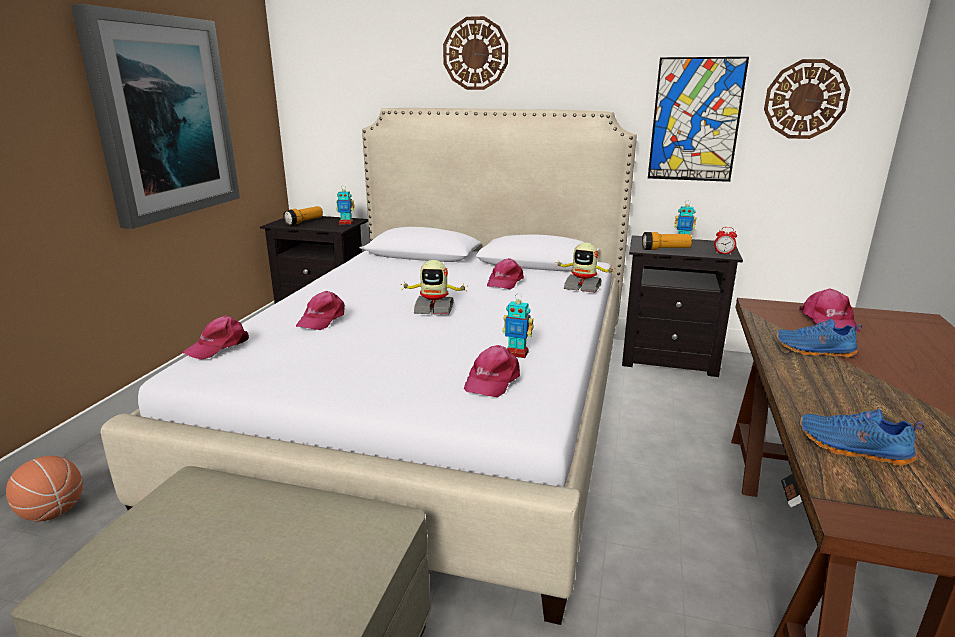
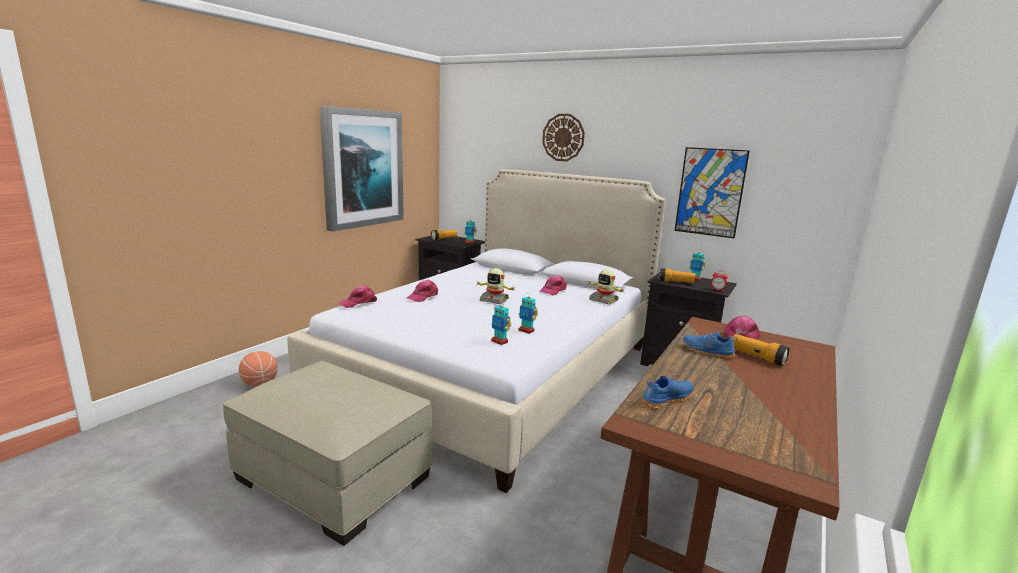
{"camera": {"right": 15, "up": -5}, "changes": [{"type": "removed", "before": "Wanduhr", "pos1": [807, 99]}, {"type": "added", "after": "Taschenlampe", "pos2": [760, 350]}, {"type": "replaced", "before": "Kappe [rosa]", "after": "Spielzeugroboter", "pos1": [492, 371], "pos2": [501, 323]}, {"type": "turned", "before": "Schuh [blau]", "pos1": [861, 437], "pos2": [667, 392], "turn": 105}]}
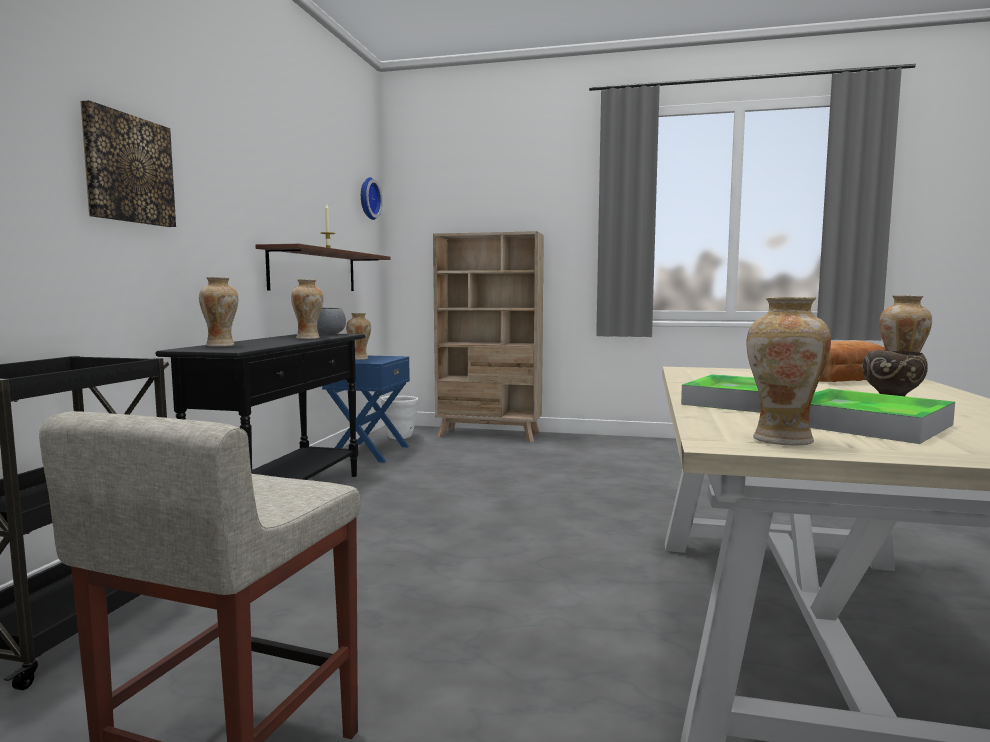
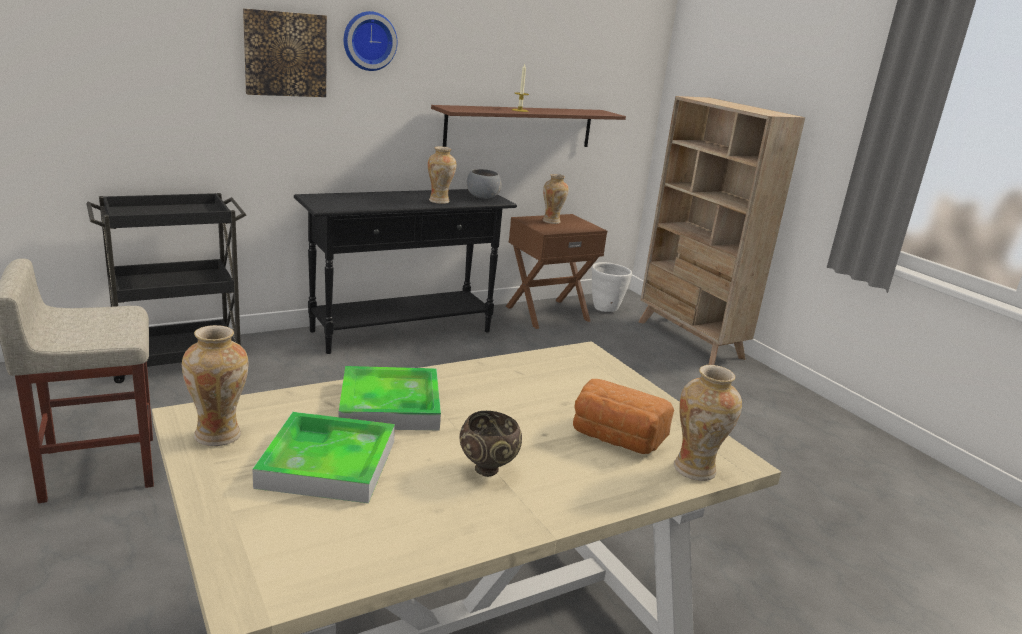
{"camera": {"right": 45, "up": 15}, "changes": [{"type": "removed", "before": "Vase", "pos1": [218, 312]}, {"type": "moved", "before": "Wanduhr", "pos1": [372, 198], "pos2": [370, 41]}, {"type": "recoloured", "before": "Nachttisch [blau]", "after": "Nachttisch [braun]", "pos1": [366, 409], "pos2": [556, 271]}]}
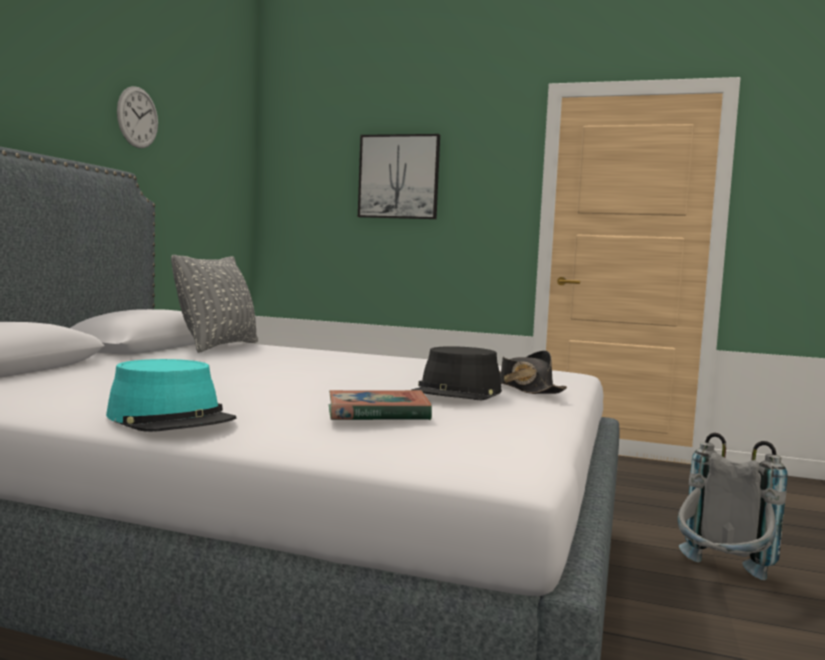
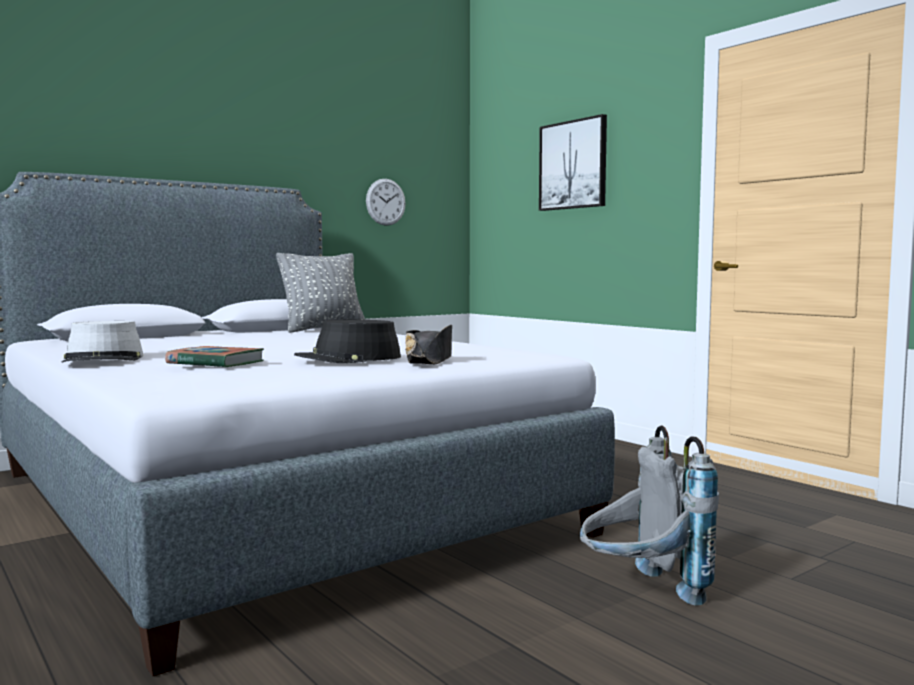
{"camera": {"right": 35, "up": 0}, "changes": [{"type": "moved", "before": "Wanduhr", "pos1": [137, 117], "pos2": [386, 202]}, {"type": "recoloured", "before": "Hut [türkis]", "after": "Hut [grau]", "pos1": [171, 395], "pos2": [102, 342]}]}
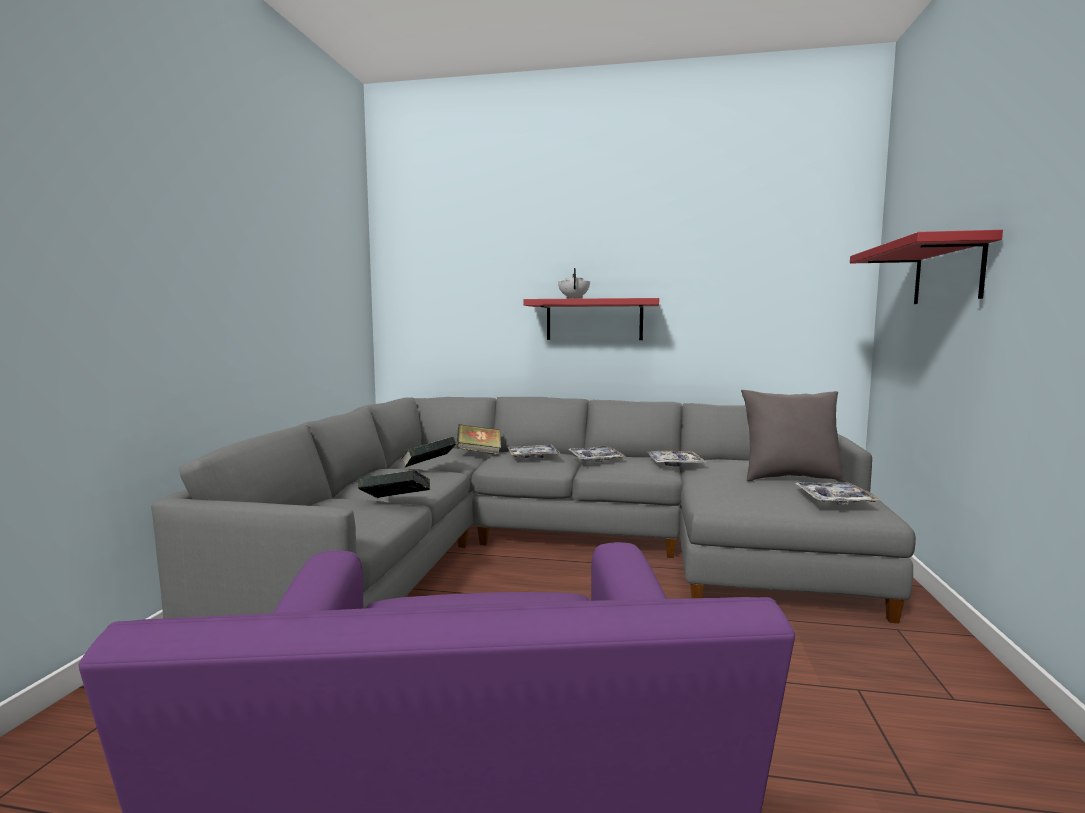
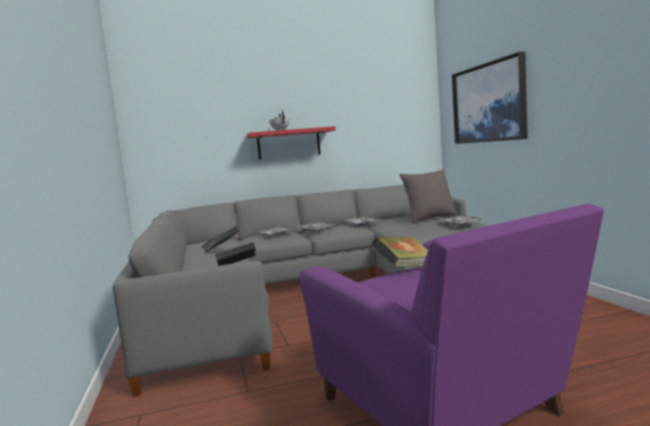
{"camera": {"right": -25, "up": 0}, "changes": [{"type": "moved", "before": "Buch", "pos1": [479, 439], "pos2": [400, 252]}, {"type": "replaced", "before": "Wandregal [rot]", "after": "Bild", "pos1": [926, 267], "pos2": [490, 97]}]}
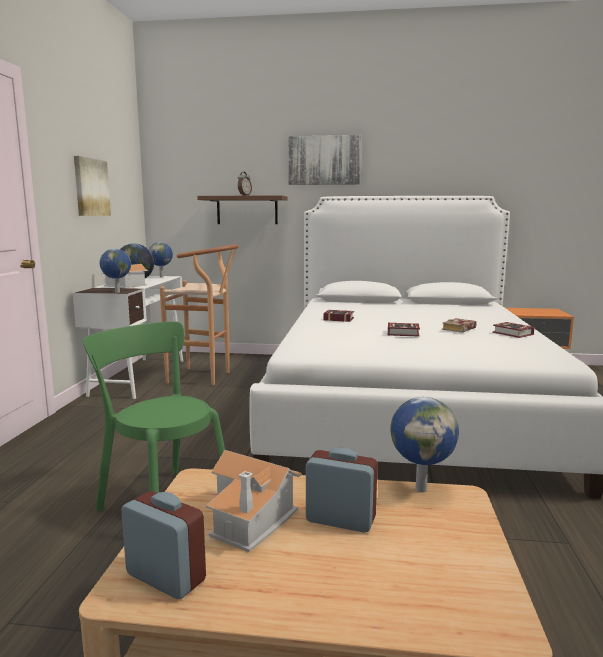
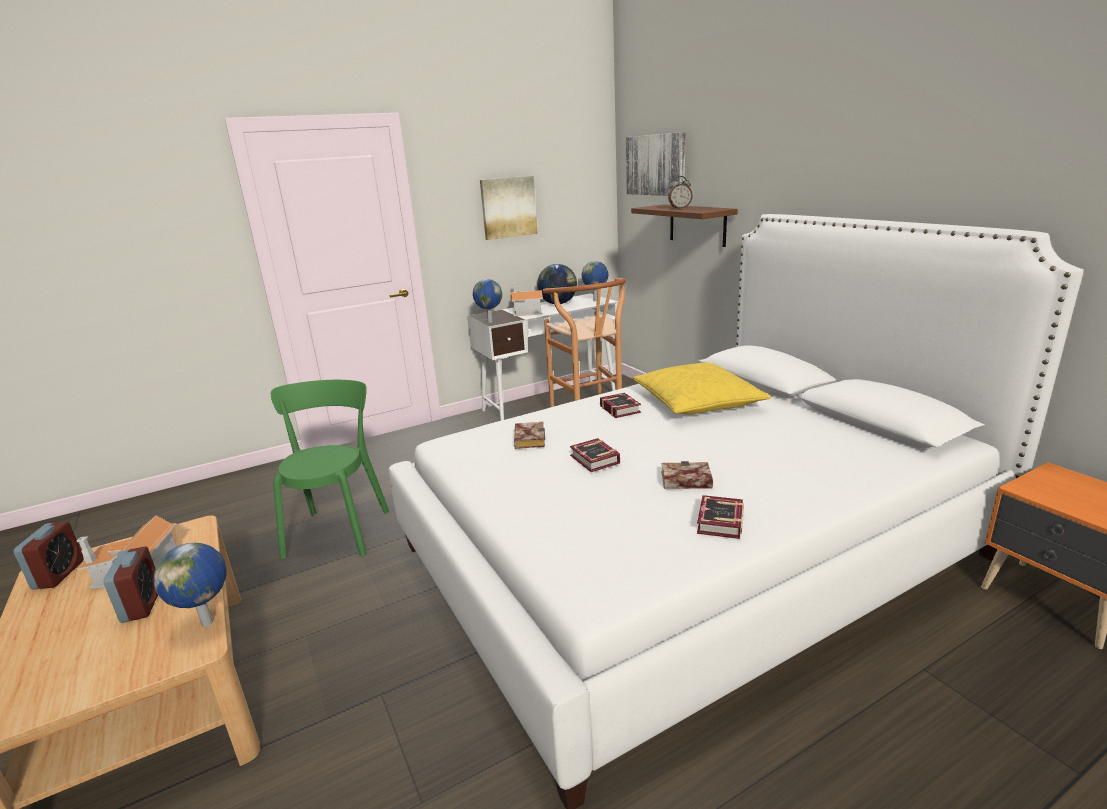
{"camera": {"right": 55, "up": 10}, "changes": [{"type": "added", "after": "Buch", "pos2": [529, 435]}, {"type": "added", "after": "Kissen [gelb]", "pos2": [702, 389]}, {"type": "moved", "before": "Bild", "pos1": [324, 160], "pos2": [656, 164]}]}
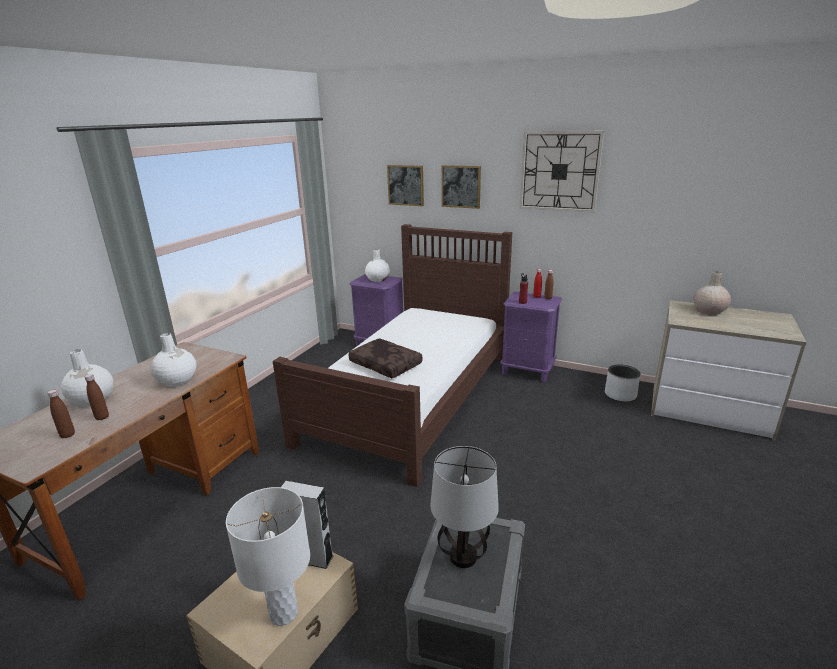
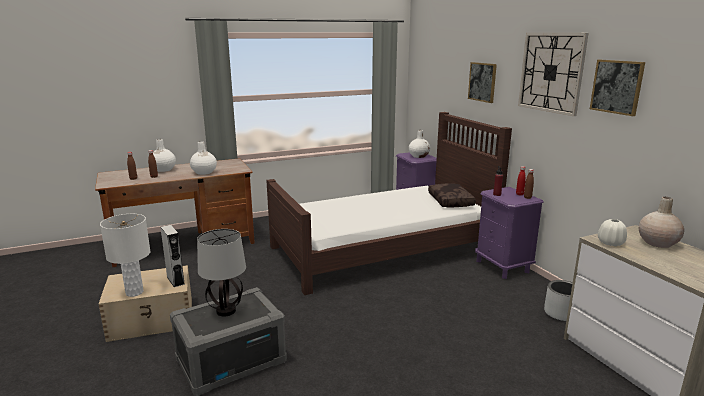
{"camera": {"right": 40, "up": -5}, "changes": [{"type": "added", "after": "Vase [weiß]", "pos2": [612, 232]}, {"type": "moved", "before": "Kissen [braun]", "pos1": [386, 358], "pos2": [452, 195]}, {"type": "moved", "before": "Bild", "pos1": [405, 185], "pos2": [617, 88]}]}
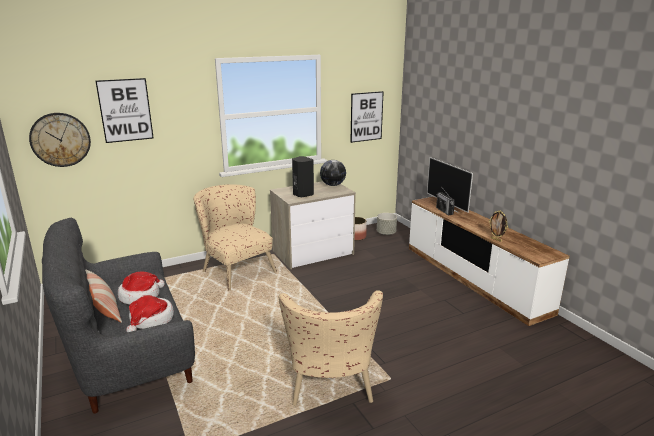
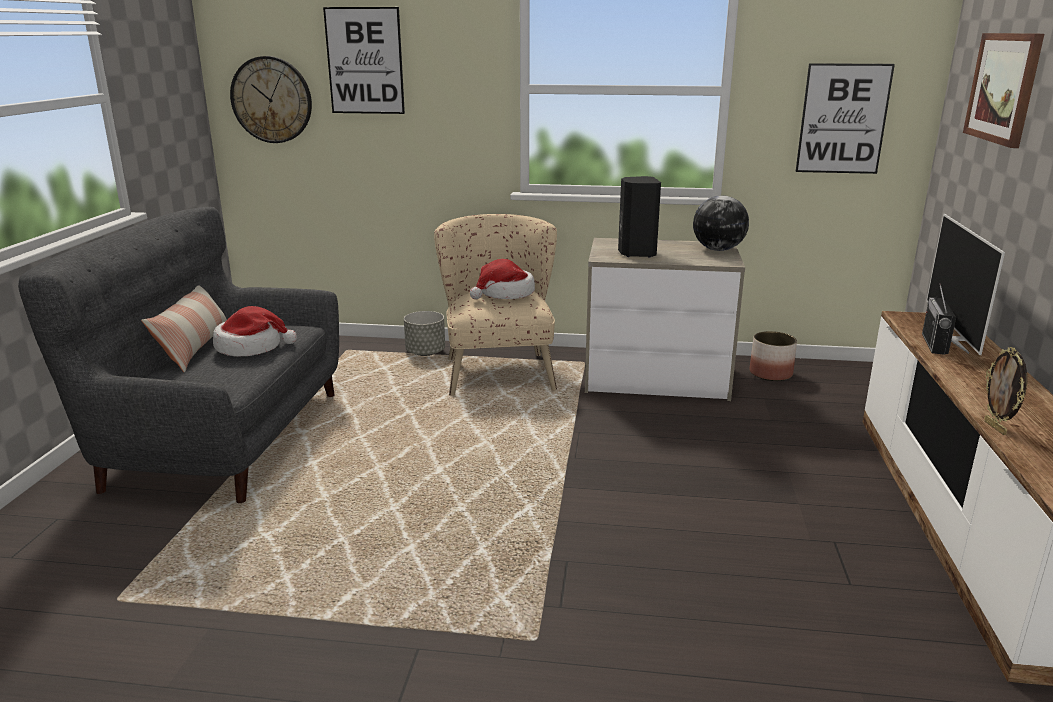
{"camera": {"right": 35, "up": 0}, "changes": [{"type": "removed", "before": "Sessel [beige]", "pos1": [330, 348]}, {"type": "added", "after": "Bild", "pos2": [1003, 90]}, {"type": "moved", "before": "Hut", "pos1": [150, 313], "pos2": [502, 279]}, {"type": "moved", "before": "Pflanzkübel [grau]", "pos1": [387, 224], "pos2": [424, 333]}]}
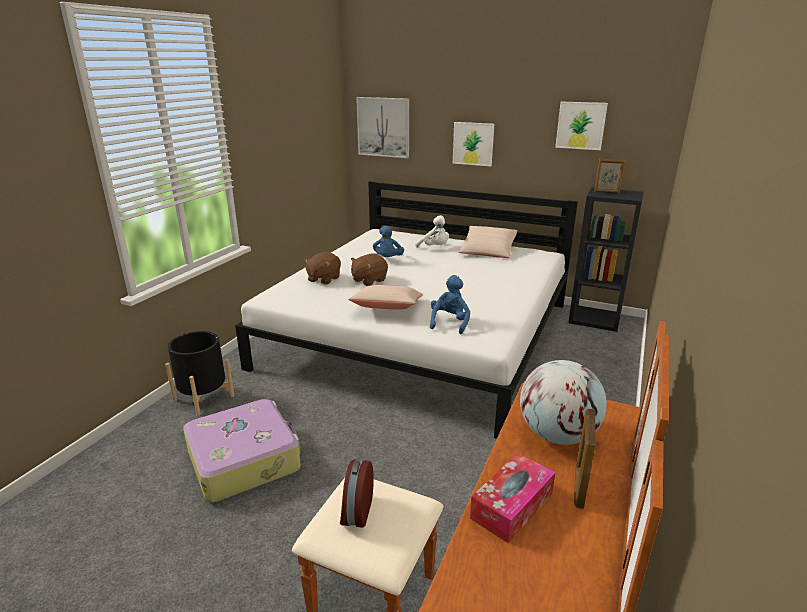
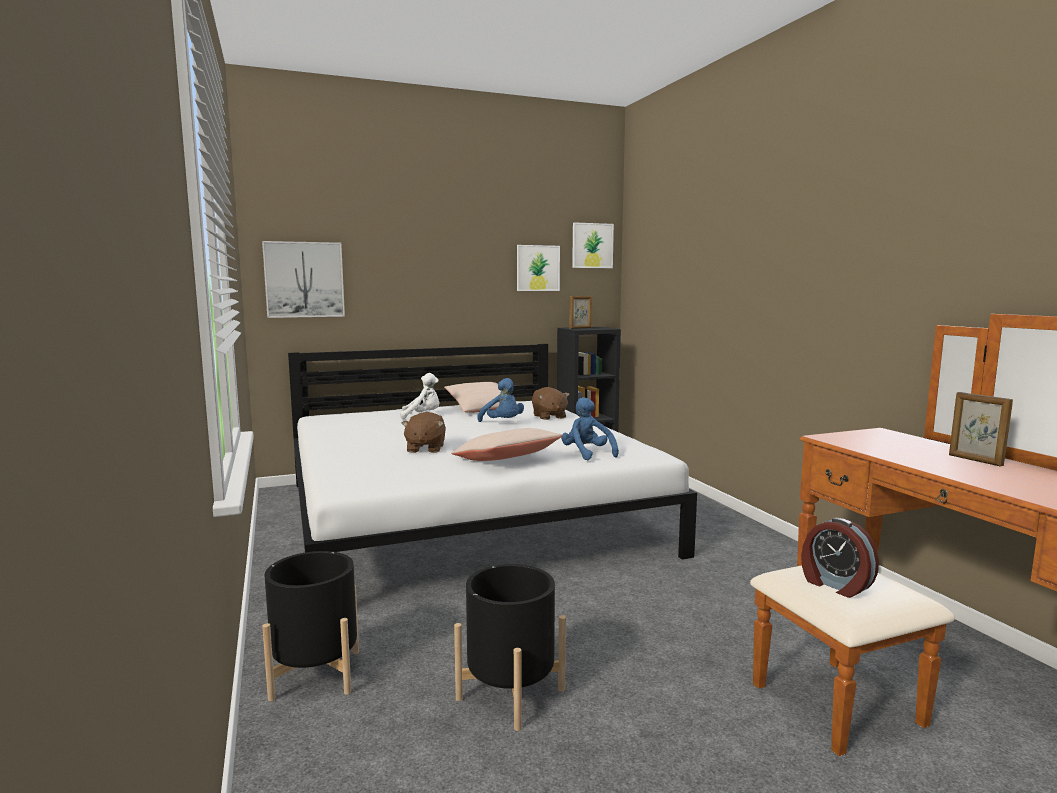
{"camera": {"right": -45, "up": -15}, "changes": [{"type": "removed", "before": "Taschentuchbox", "pos1": [513, 498]}, {"type": "removed", "before": "Globus", "pos1": [563, 402]}, {"type": "moved", "before": "Plüschtier [braun]", "pos1": [322, 268], "pos2": [551, 403]}, {"type": "moved", "before": "Plüschtier [blau]", "pos1": [388, 241], "pos2": [500, 400]}, {"type": "moved", "before": "Bild", "pos1": [473, 144], "pos2": [593, 245]}, {"type": "replaced", "before": "Koffer", "after": "Pflanzkübel [schwarz]", "pos1": [242, 451], "pos2": [510, 647]}]}
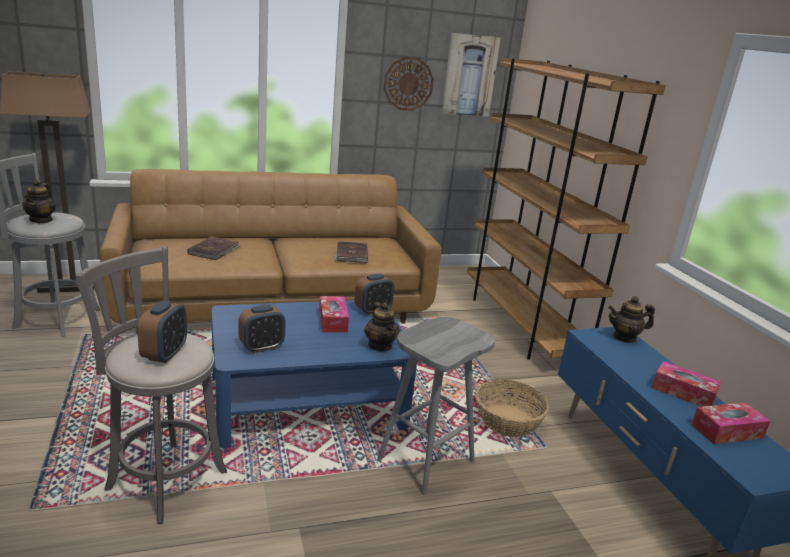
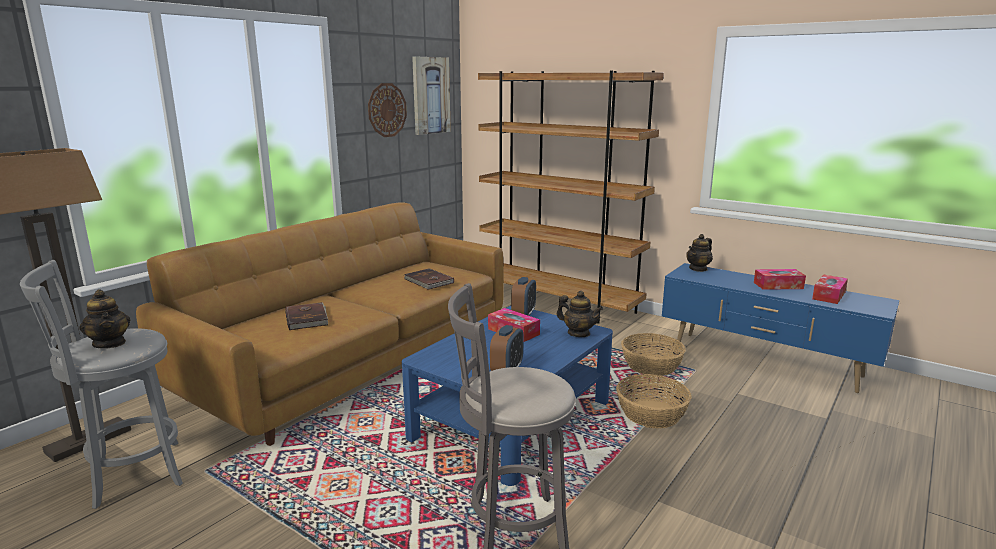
{"camera": {"right": -35, "up": -5}, "changes": [{"type": "removed", "before": "Wecker", "pos1": [162, 332]}, {"type": "replaced", "before": "Hocker [grau]", "after": "Korb", "pos1": [436, 406], "pos2": [654, 401]}]}
